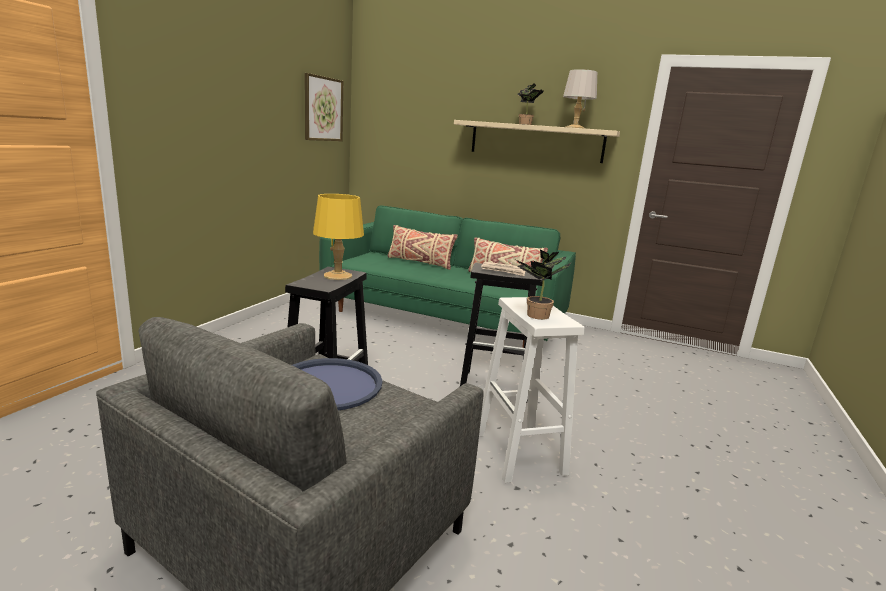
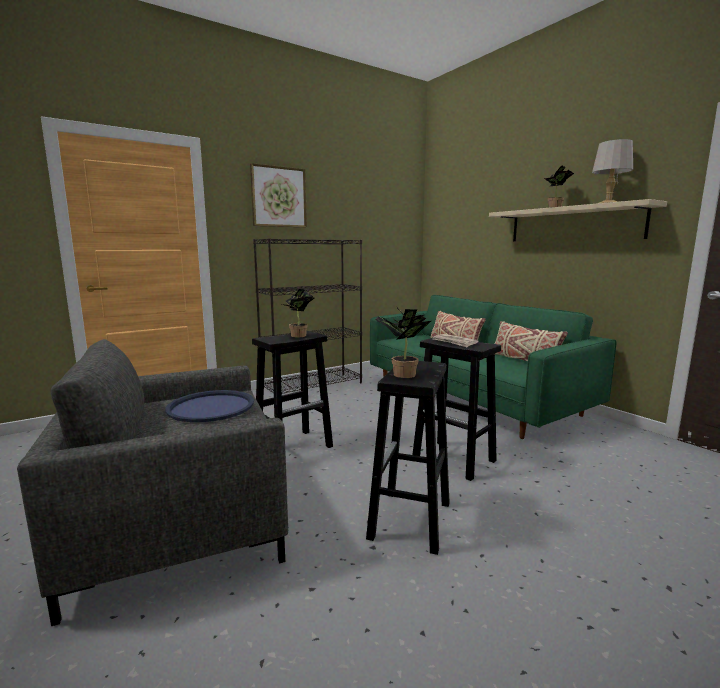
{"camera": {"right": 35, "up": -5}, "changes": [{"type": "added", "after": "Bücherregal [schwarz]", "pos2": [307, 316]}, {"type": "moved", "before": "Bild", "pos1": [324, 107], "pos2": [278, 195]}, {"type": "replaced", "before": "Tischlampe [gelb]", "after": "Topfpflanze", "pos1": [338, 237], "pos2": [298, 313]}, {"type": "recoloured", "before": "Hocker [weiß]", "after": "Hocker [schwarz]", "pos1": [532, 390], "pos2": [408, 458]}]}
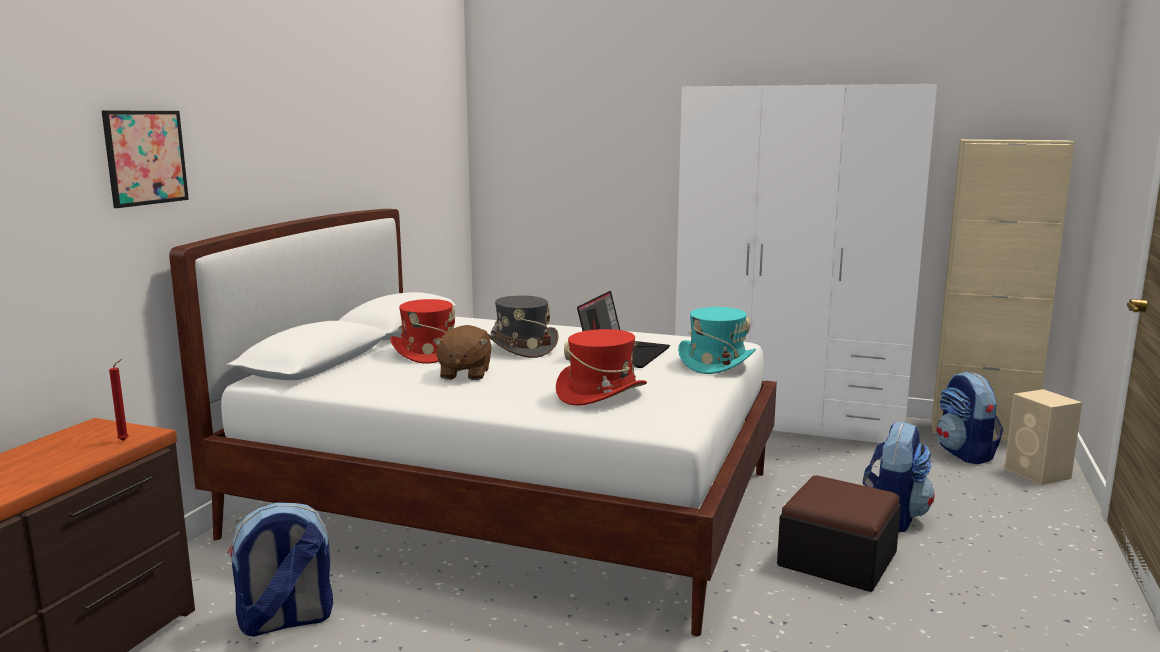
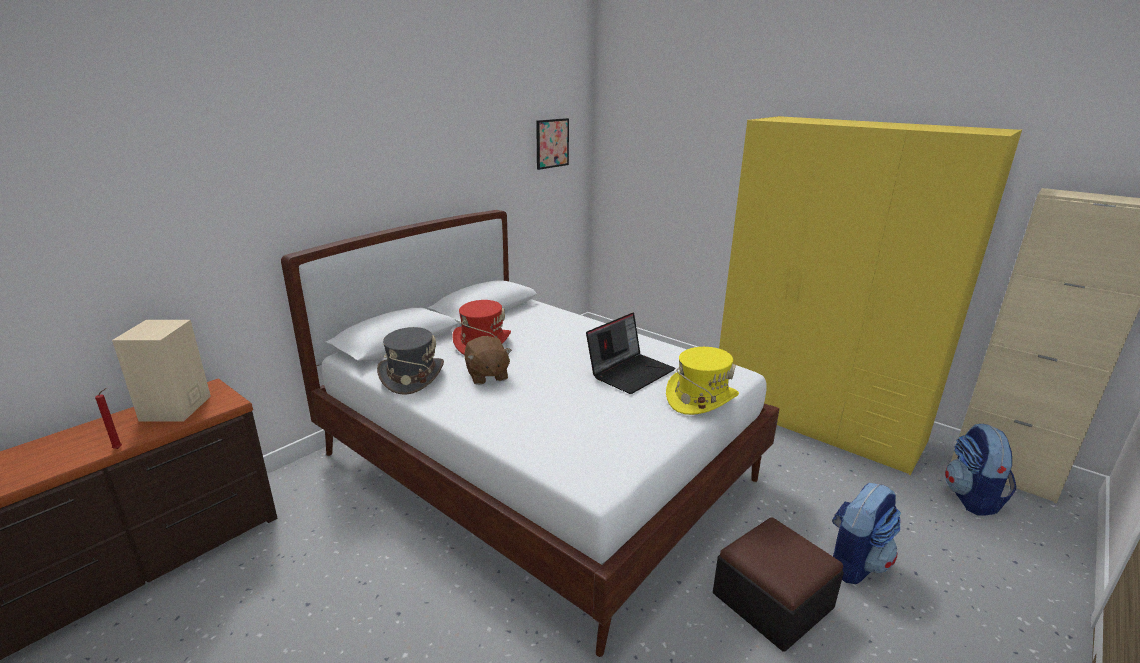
{"camera": {"right": 20, "up": 10}, "changes": [{"type": "removed", "before": "Rucksack", "pos1": [280, 569]}, {"type": "removed", "before": "Hut [rot]", "pos1": [601, 367]}, {"type": "moved", "before": "Bild", "pos1": [145, 159], "pos2": [552, 144]}, {"type": "moved", "before": "Kerze [rot]", "pos1": [119, 400], "pos2": [108, 418]}, {"type": "moved", "before": "Hut [grau]", "pos1": [523, 326], "pos2": [410, 361]}, {"type": "moved", "before": "Lautsprecher [beige]", "pos1": [1043, 437], "pos2": [161, 371]}, {"type": "recoloured", "before": "Kleiderschrank [weiß]", "after": "Kleiderschrank [gelb]", "pos1": [806, 263], "pos2": [870, 295]}, {"type": "recoloured", "before": "Hut [türkis]", "after": "Hut [gelb]", "pos1": [717, 340], "pos2": [702, 381]}, {"type": "turned", "before": "Plüschtier [braun]", "pos1": [462, 352], "pos2": [488, 360], "turn": -45}]}
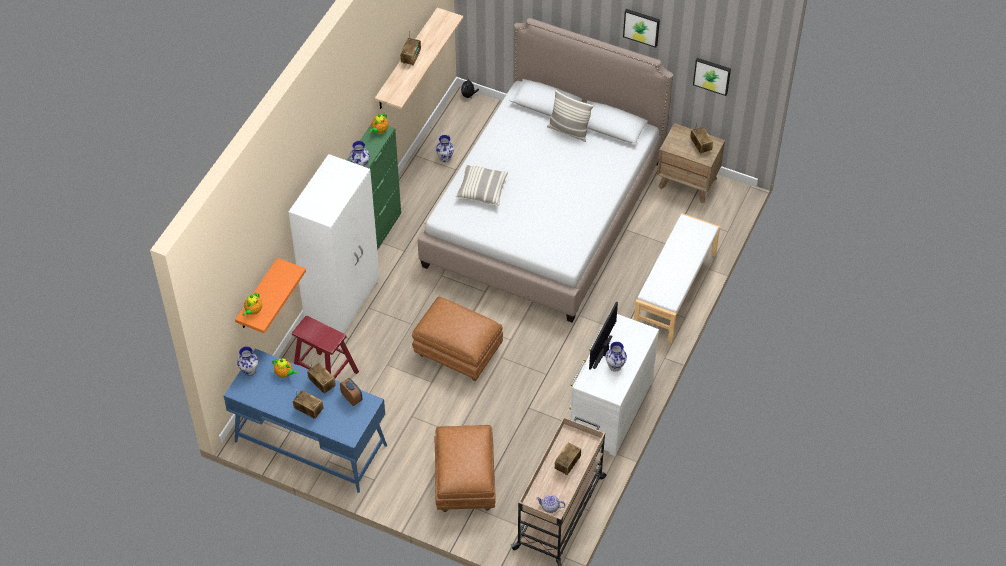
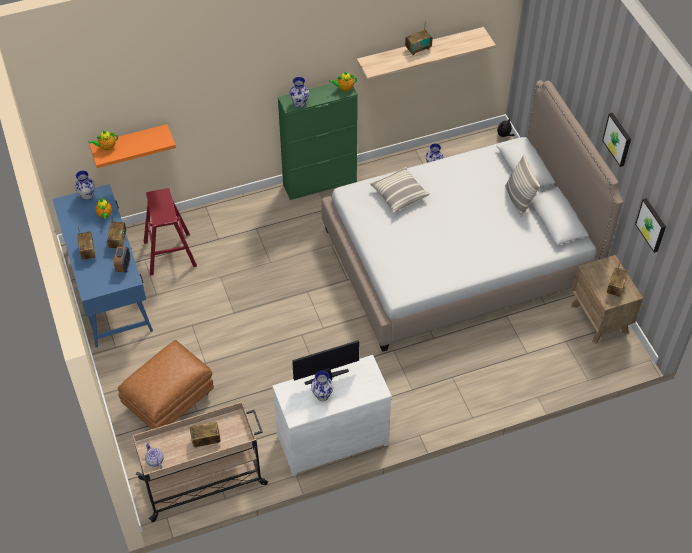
{"camera": {"right": 45, "up": 0}, "changes": [{"type": "removed", "before": "Kleiderschrank [weiß]", "pos1": [334, 243]}, {"type": "removed", "before": "Polsterhocker [braun]", "pos1": [457, 338]}, {"type": "removed", "before": "Bank [weiß]", "pos1": [677, 278]}]}
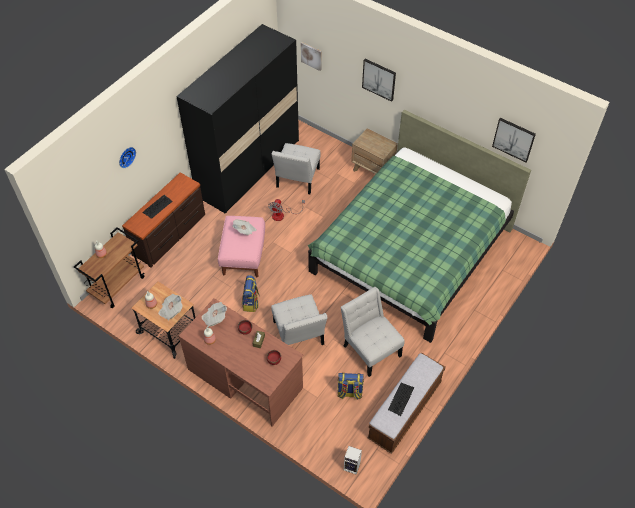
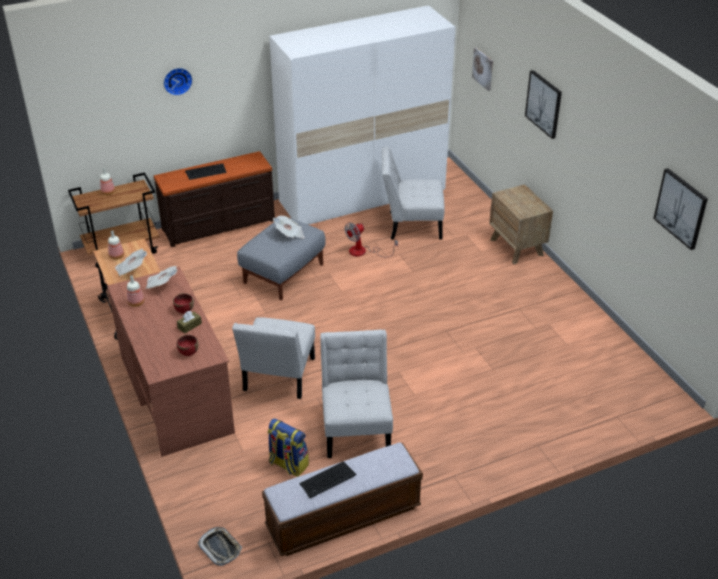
{"camera": {"right": 30, "up": -15}, "changes": [{"type": "removed", "before": "Rucksack", "pos1": [251, 293]}, {"type": "removed", "before": "Bett [grün]", "pos1": [419, 226]}, {"type": "replaced", "before": "Lautsprecher", "after": "Tablett", "pos1": [353, 460], "pos2": [220, 546]}, {"type": "recoloured", "before": "Kleiderschrank [schwarz]", "after": "Kleiderschrank [weiß]", "pos1": [238, 118], "pos2": [362, 115]}, {"type": "recoloured", "before": "Polsterhocker [rosa]", "after": "Polsterhocker [grau]", "pos1": [241, 246], "pos2": [281, 259]}, {"type": "turned", "before": "Stuhl [weiß]", "pos1": [296, 168], "pos2": [413, 193], "turn": 45}]}
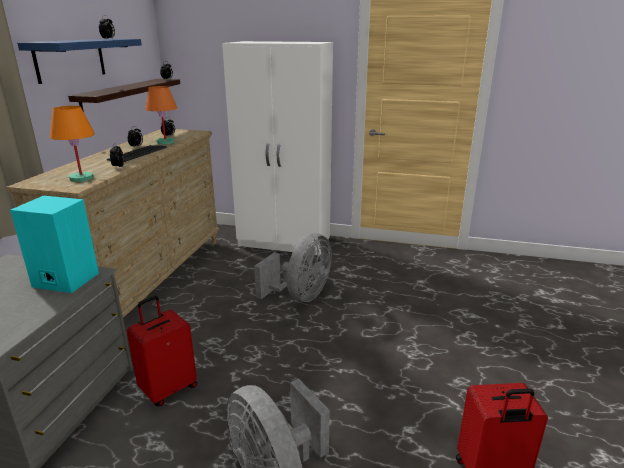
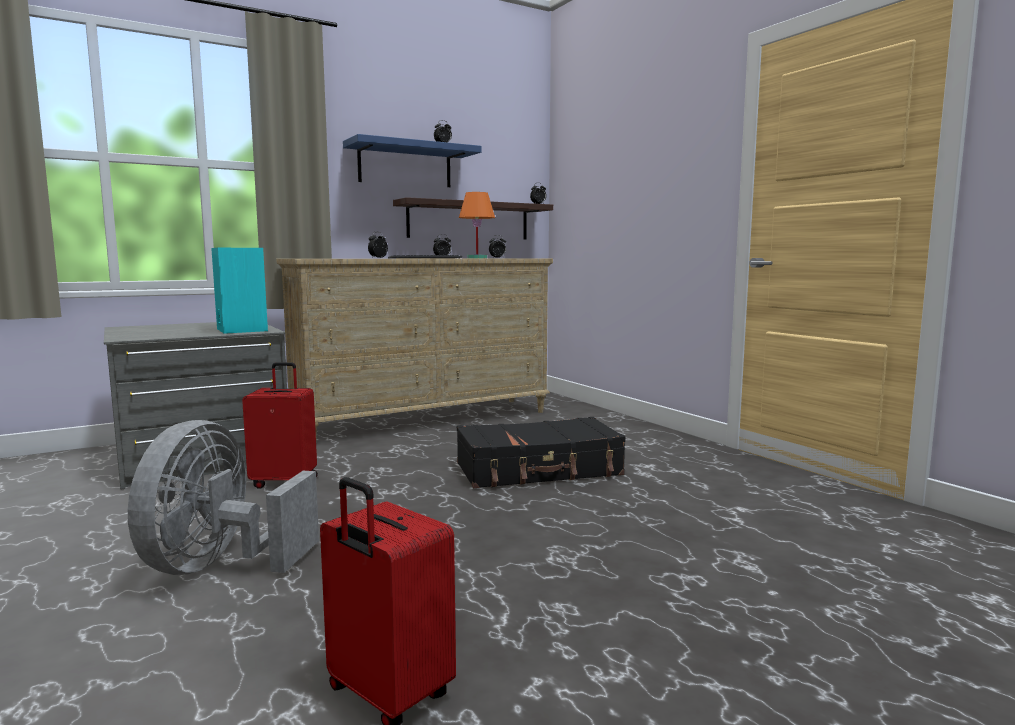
{"camera": {"right": 45, "up": -15}, "changes": [{"type": "removed", "before": "Tischlampe [orange]", "pos1": [72, 144]}, {"type": "removed", "before": "Kleiderschrank [weiß]", "pos1": [277, 148]}, {"type": "replaced", "before": "Ventilator [grau]", "after": "Koffer [schwarz]", "pos1": [292, 267], "pos2": [541, 452]}]}
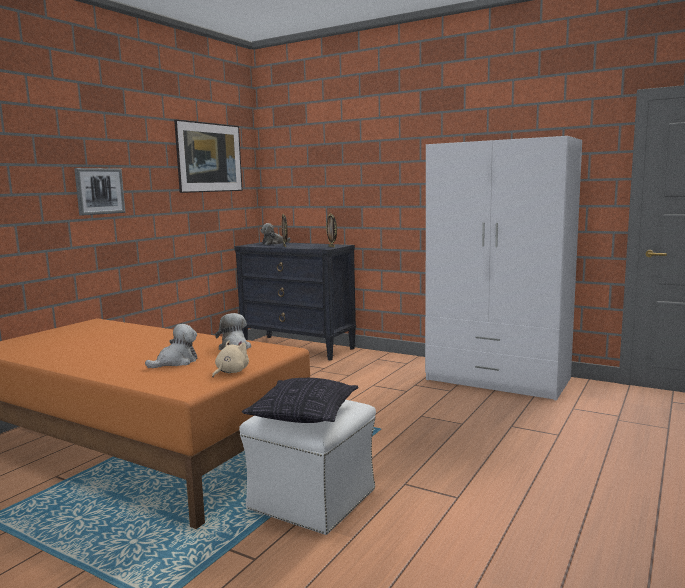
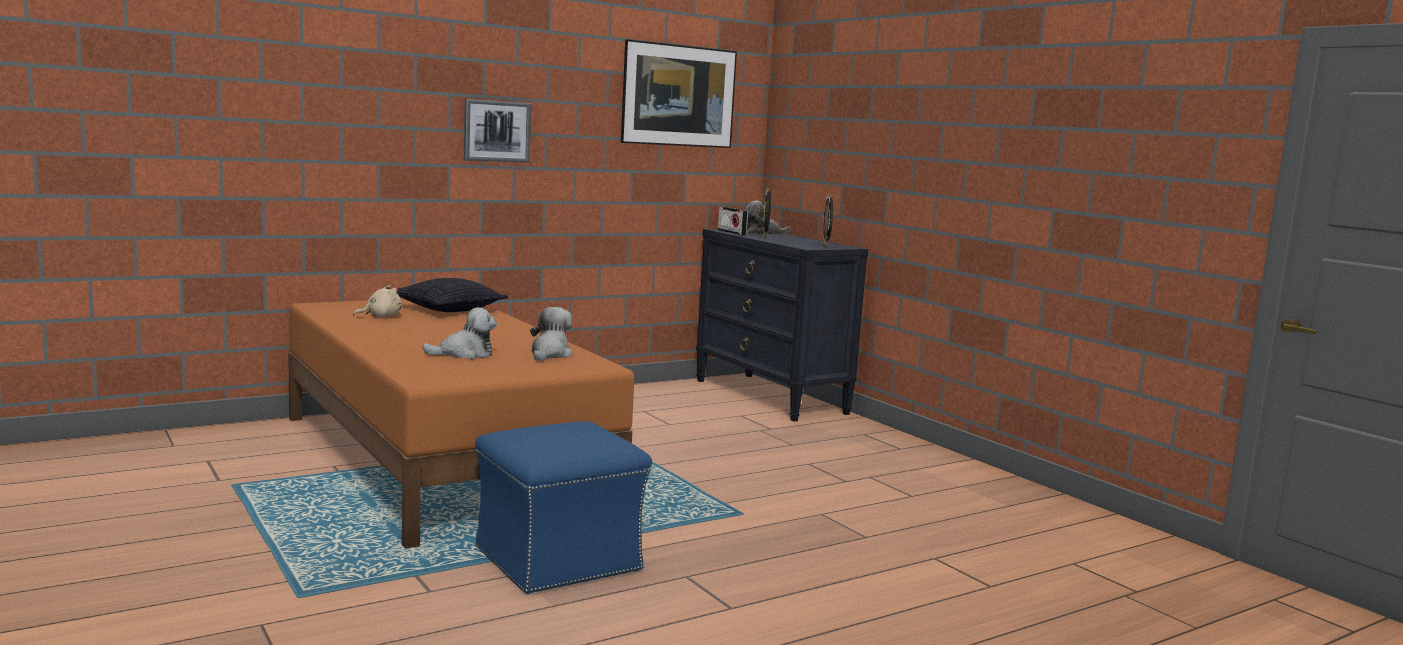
{"camera": {"right": 25, "up": 0}, "changes": [{"type": "removed", "before": "Kleiderschrank [weiß]", "pos1": [503, 268]}, {"type": "added", "after": "Radio", "pos2": [733, 221]}, {"type": "moved", "before": "Plüschtier [beige]", "pos1": [230, 358], "pos2": [377, 301]}, {"type": "moved", "before": "Kissen", "pos1": [300, 400], "pos2": [453, 295]}, {"type": "recoloured", "before": "Polsterhocker [weiß]", "after": "Polsterhocker [blau]", "pos1": [307, 467], "pos2": [563, 507]}]}
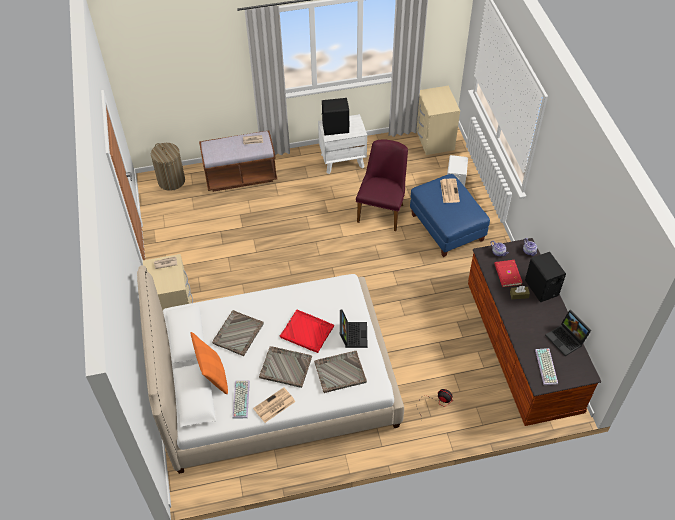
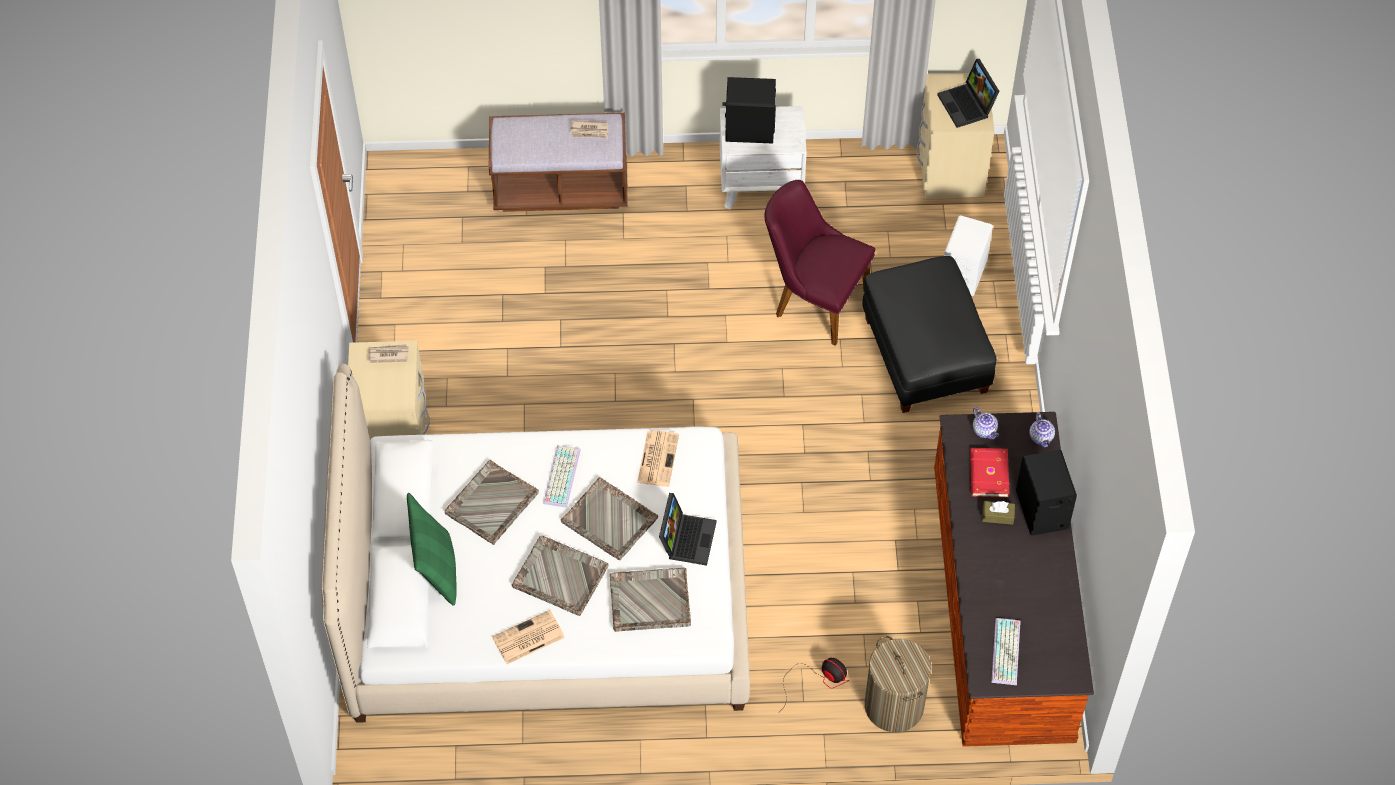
{"camera": {"right": 10, "up": 5}, "changes": [{"type": "moved", "before": "Wäschekorb", "pos1": [168, 167], "pos2": [898, 684]}, {"type": "moved", "before": "Tastatur", "pos1": [241, 399], "pos2": [562, 476]}, {"type": "moved", "before": "Zeitung", "pos1": [450, 191], "pos2": [658, 458]}, {"type": "moved", "before": "Laptop", "pos1": [568, 333], "pos2": [968, 93]}, {"type": "recoloured", "before": "Kissen [orange]", "after": "Kissen [grün]", "pos1": [209, 363], "pos2": [431, 549]}, {"type": "recoloured", "before": "Tablett [rot]", "after": "Tablett [grau]", "pos1": [307, 331], "pos2": [609, 518]}, {"type": "recoloured", "before": "Polsterhocker [blau]", "after": "Polsterhocker [schwarz]", "pos1": [450, 215], "pos2": [929, 334]}, {"type": "turned", "before": "Stuhl [lila]", "pos1": [382, 185], "pos2": [820, 263], "turn": -90}]}
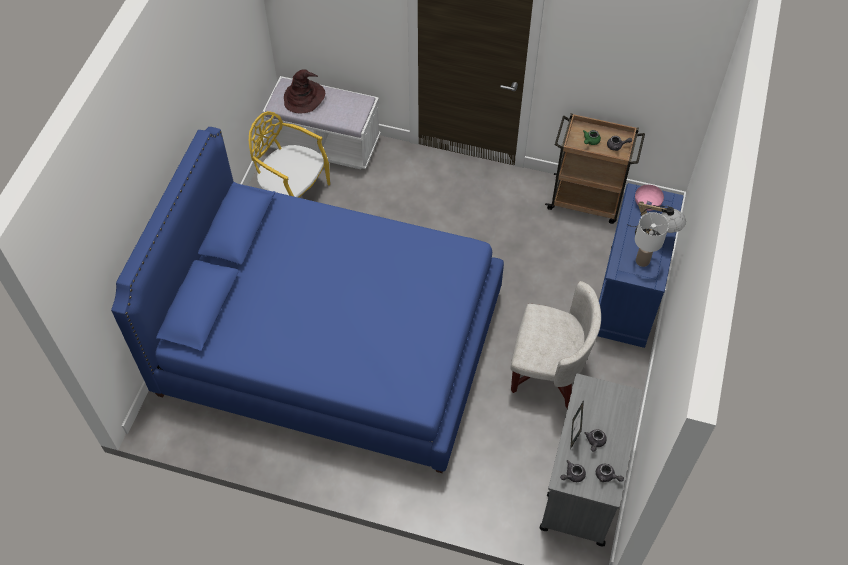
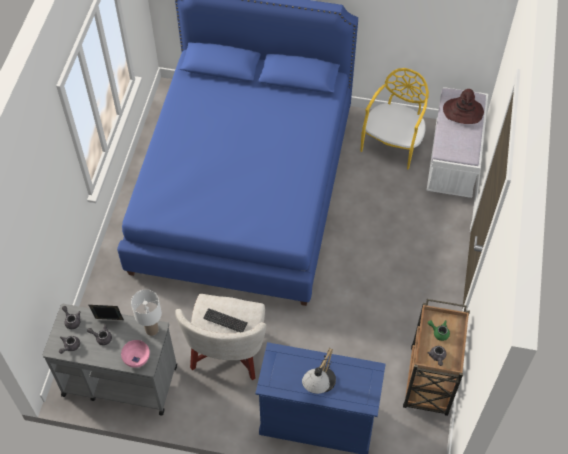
{"camera": {"right": 85, "up": 0}, "changes": [{"type": "added", "after": "Tastatur", "pos2": [225, 320]}, {"type": "moved", "before": "Schüssel [rosa]", "pos1": [649, 198], "pos2": [135, 354]}, {"type": "moved", "before": "Tischlampe [weiß]", "pos1": [652, 239], "pos2": [146, 312]}]}
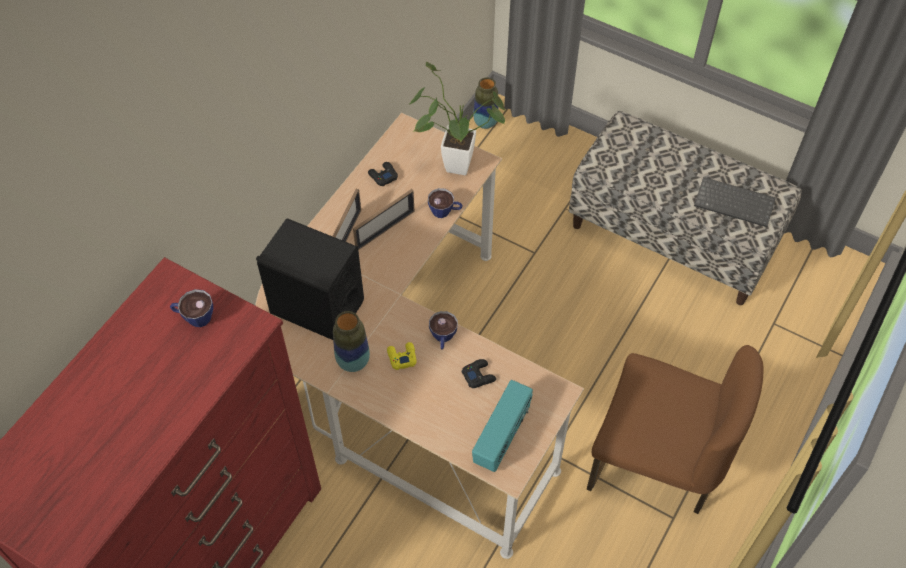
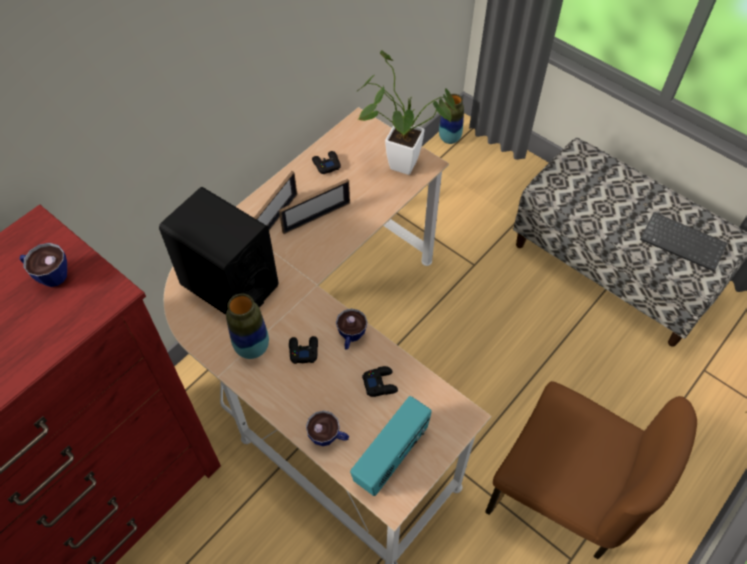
{"camera": {"right": 10, "up": 0}, "changes": [{"type": "moved", "before": "Tasse", "pos1": [445, 203], "pos2": [327, 428]}, {"type": "recoloured", "before": "Gamepad [gelb]", "after": "Gamepad [schwarz]", "pos1": [401, 356], "pos2": [303, 350]}]}
